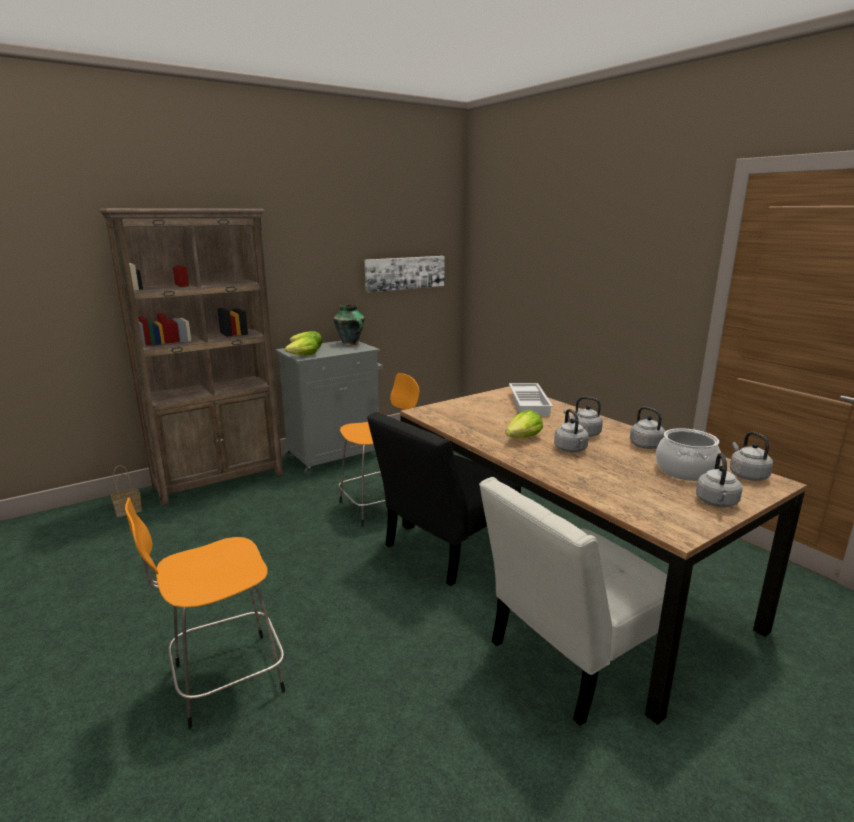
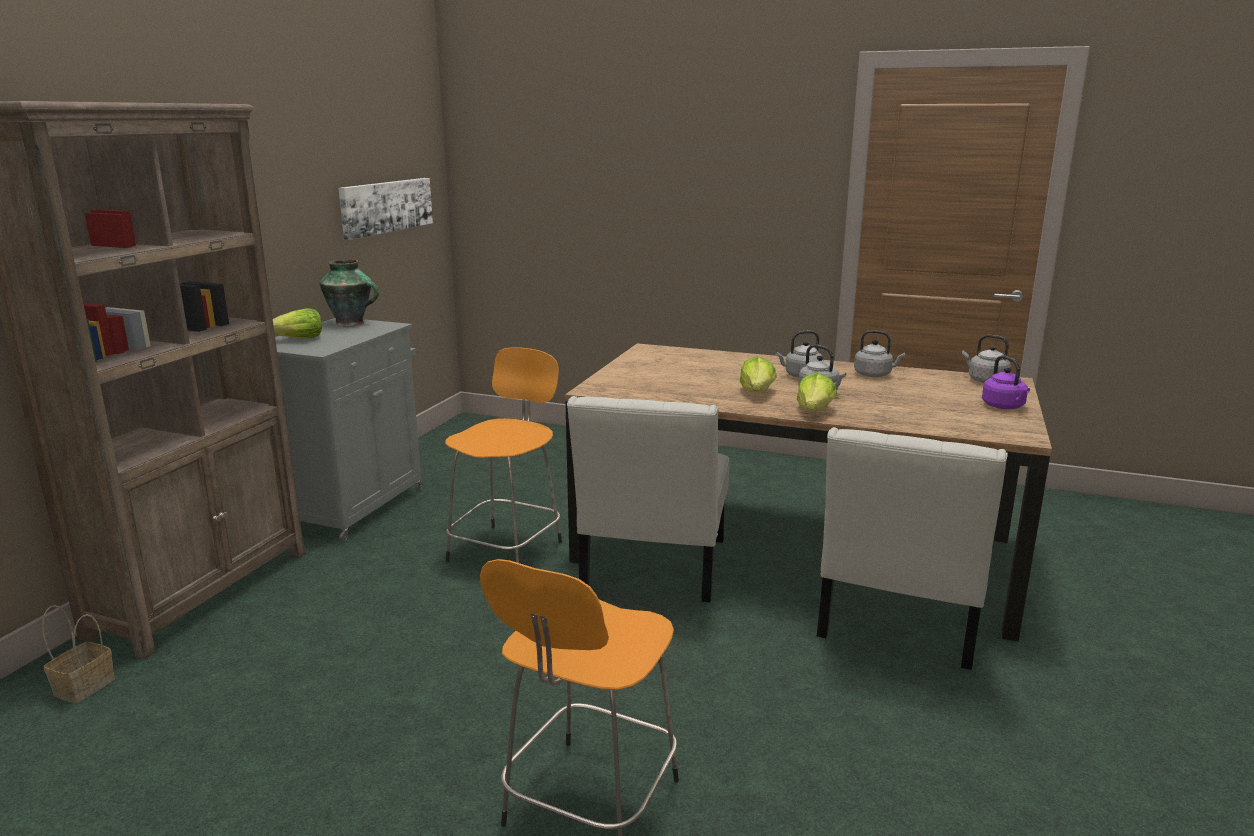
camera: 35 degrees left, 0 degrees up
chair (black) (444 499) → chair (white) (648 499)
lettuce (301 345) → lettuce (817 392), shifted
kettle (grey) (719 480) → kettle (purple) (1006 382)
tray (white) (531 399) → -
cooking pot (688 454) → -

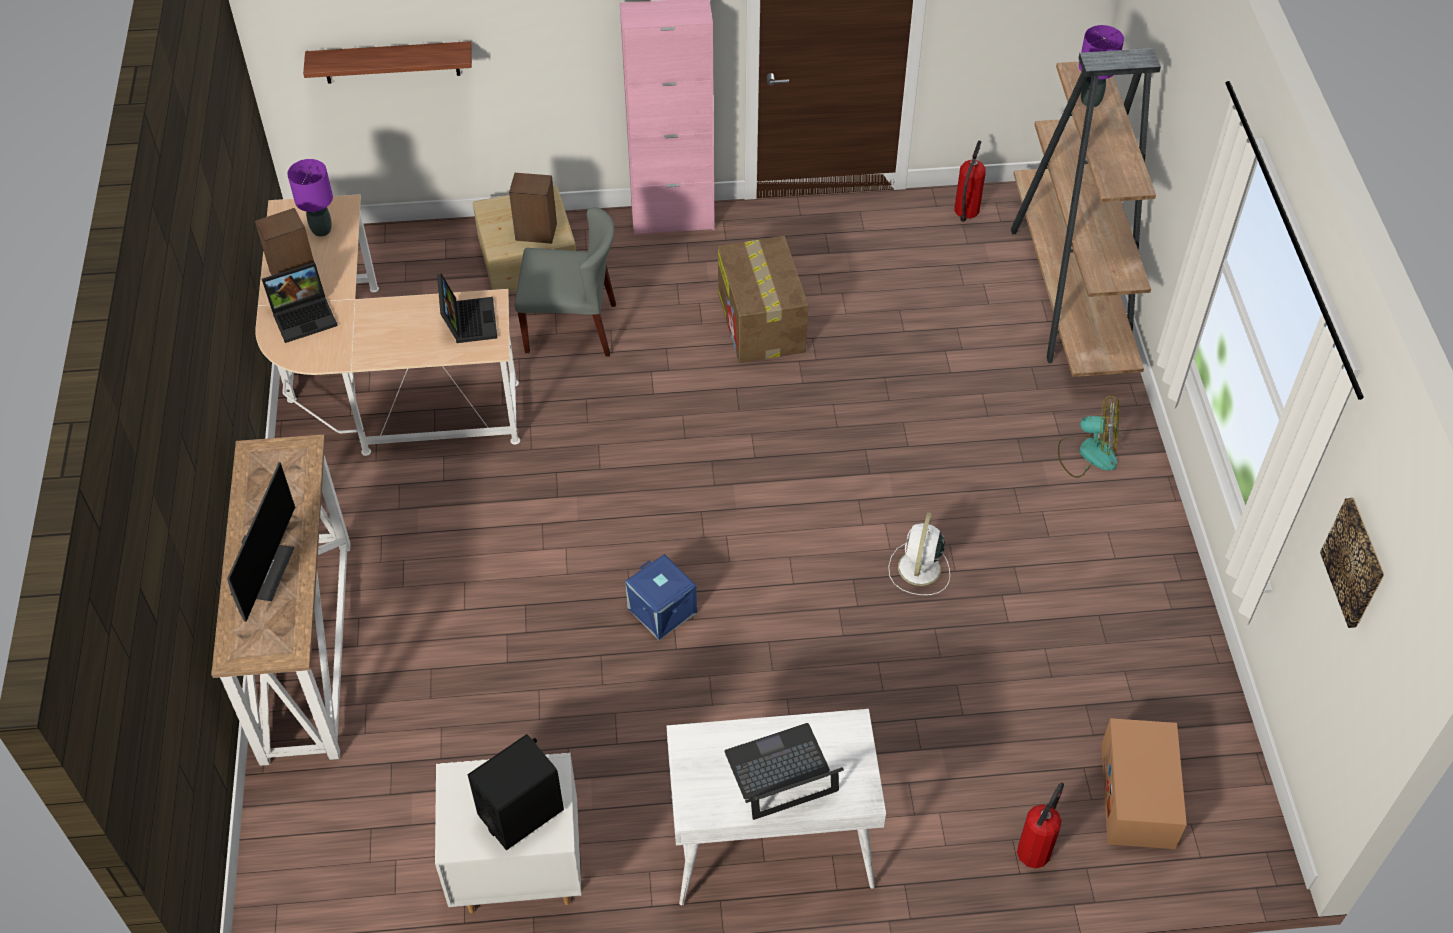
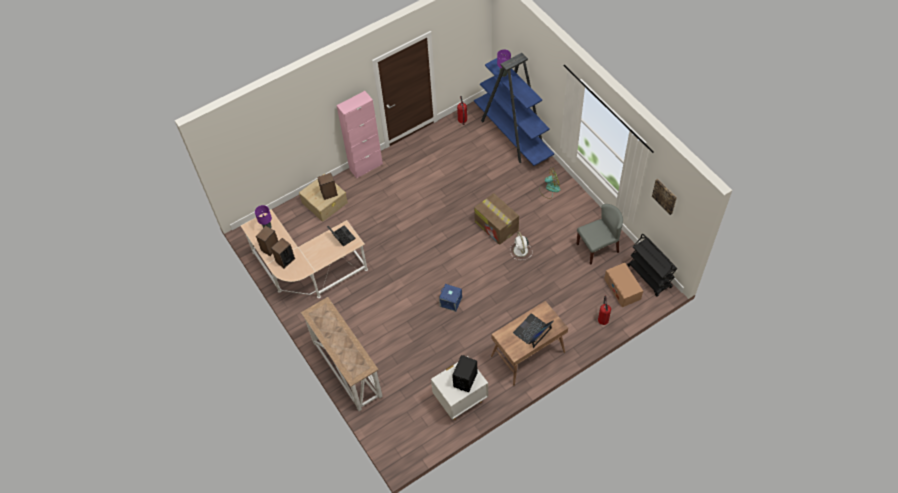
camera: 25 degrees left, 5 degrees up
laptop (300 302) → speaker (283 253)
bookcase (brown) (1086 212) → bookcase (blue) (514 109)
cardboard box (763 299) → cardboard box (496 219), shifted
desk (white) (776 807) → desk (brown) (529 343)
chair (grey) (565 282) → chair (grey) (600 234), shifted
- → cart (black) (652 265)
monitor (261 542) → -
shelf (387 62) → -

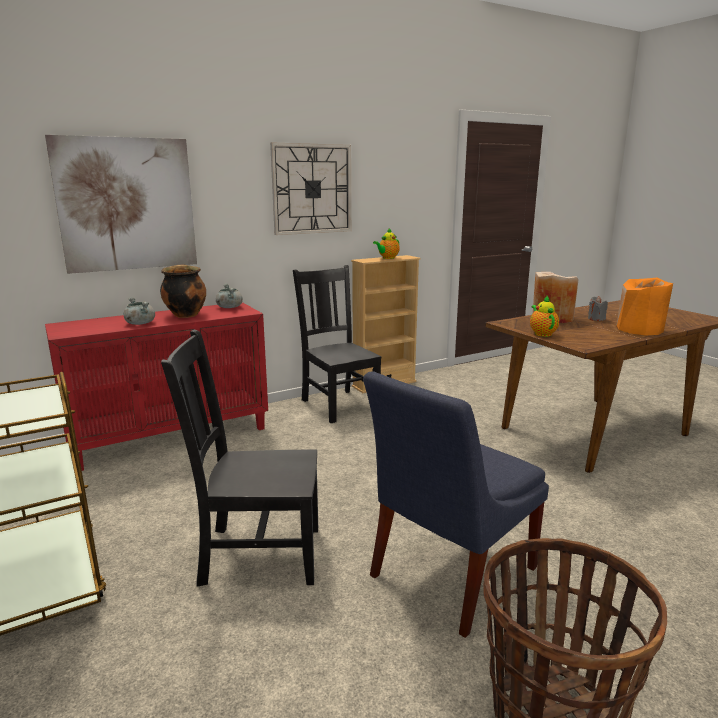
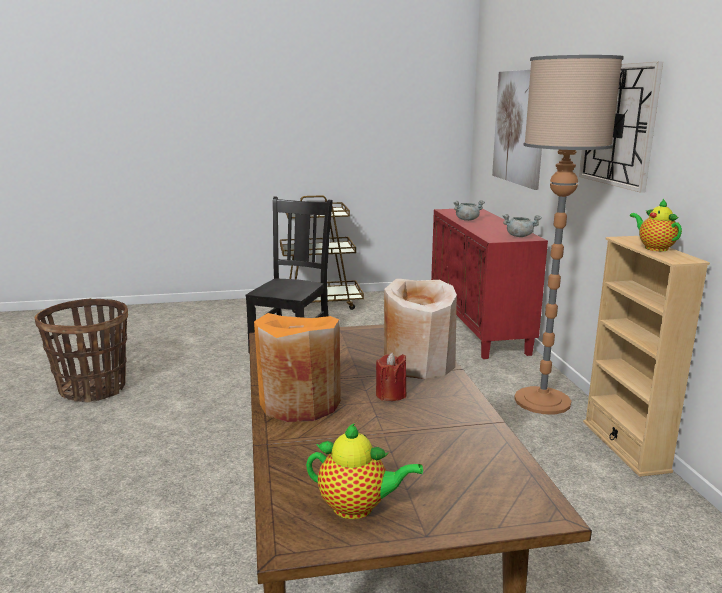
camera: 110 degrees right, 0 degrees up
teapot (544 316) → teapot (364 471), shifted
candle (grey) (598 308) → candle (red) (391 376)
chair (black) (337 344) → floor lamp (569 234)
cooking pot (183 291) → -
chair (blue) (456 505) → -

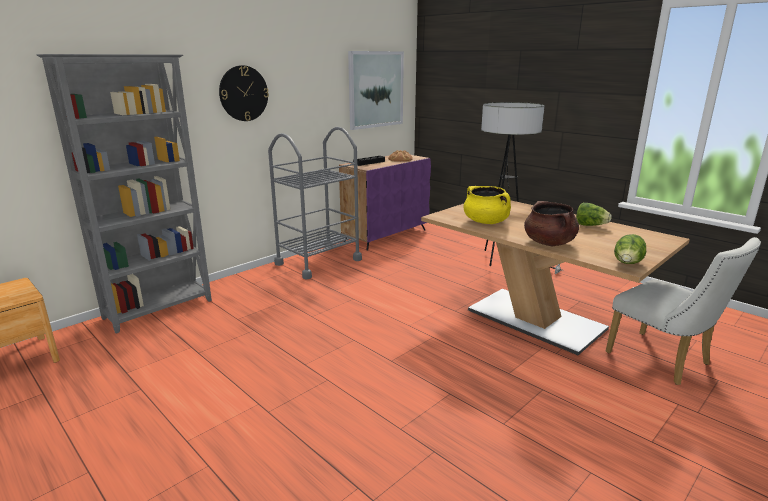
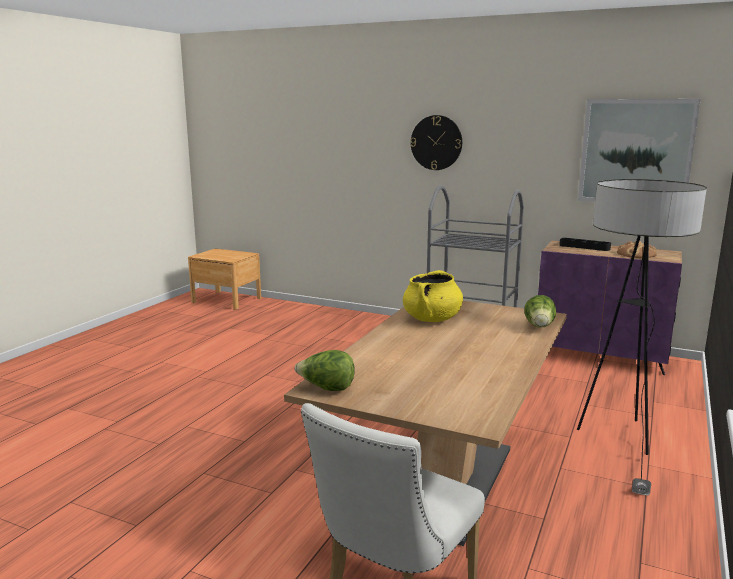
camera: 70 degrees right, 5 degrees down
lettuce (594 214) → lettuce (540 311), shifted
bookcase (grey) (124 194) → -
cooking pot (brown) (551 223) → -

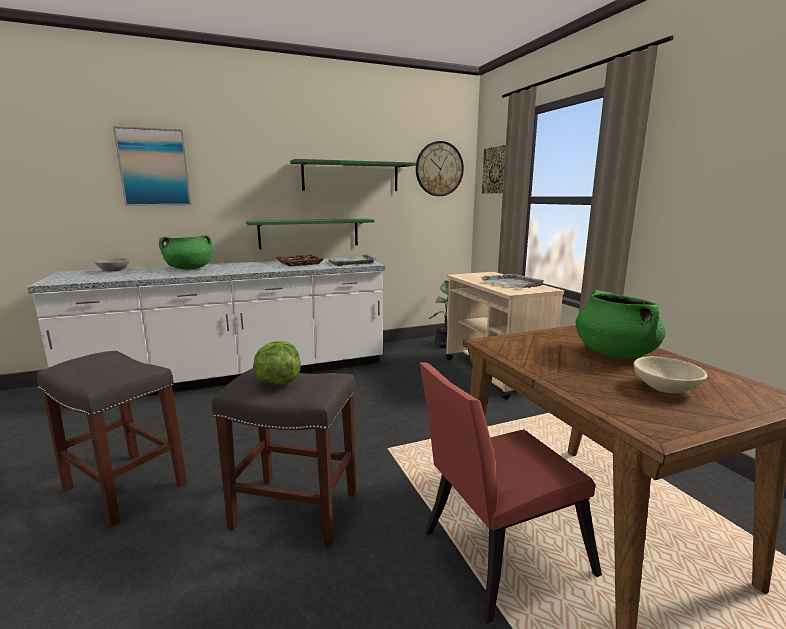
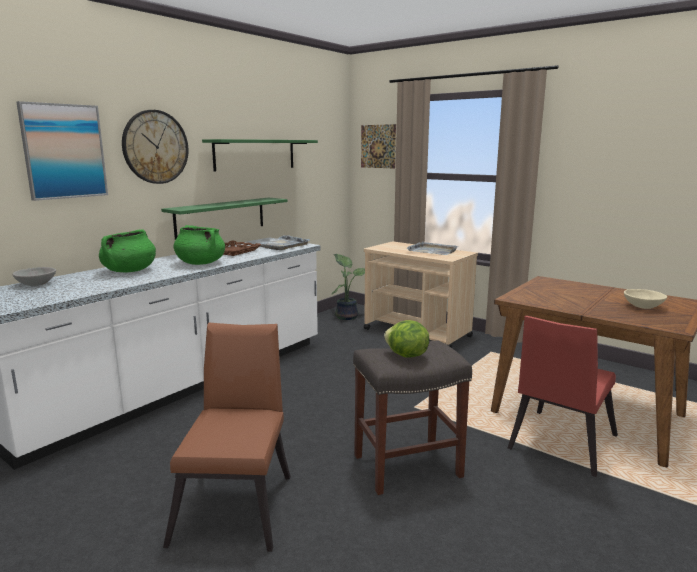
camera: 30 degrees left, 0 degrees up
wall clock (440 168) → wall clock (155 147), shifted
stool (grey) (112 439) → chair (brown) (227 437)
cooking pot (green) (620 324) → cooking pot (green) (199 245), shifted

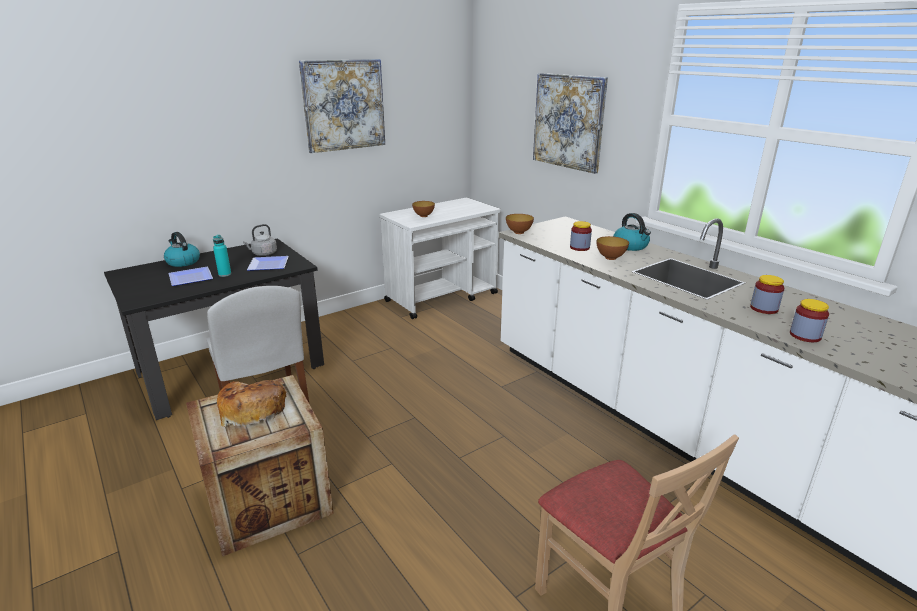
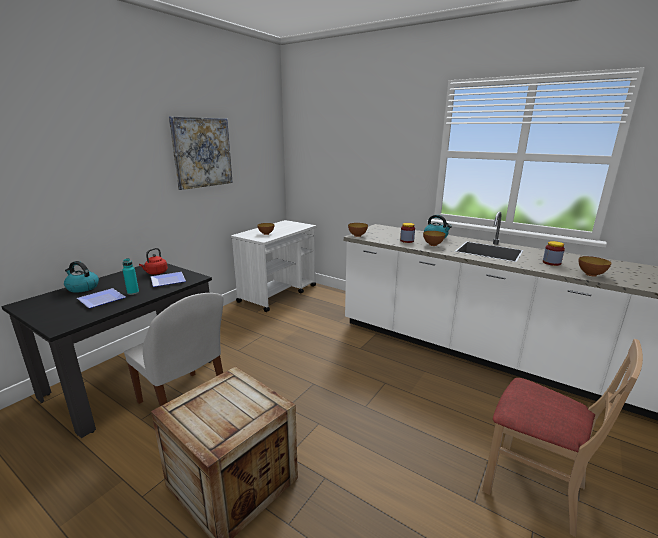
camera: 20 degrees left, 5 degrees down
kettle (grey) (260 240) → kettle (red) (153 261)
jar (809 320) → bowl (595 266)
bread (252 403) → -
picture (570 123) → -

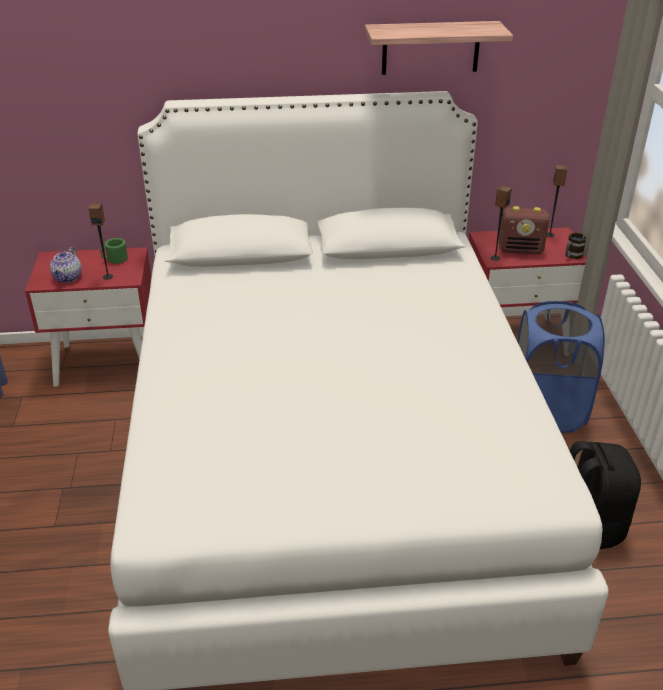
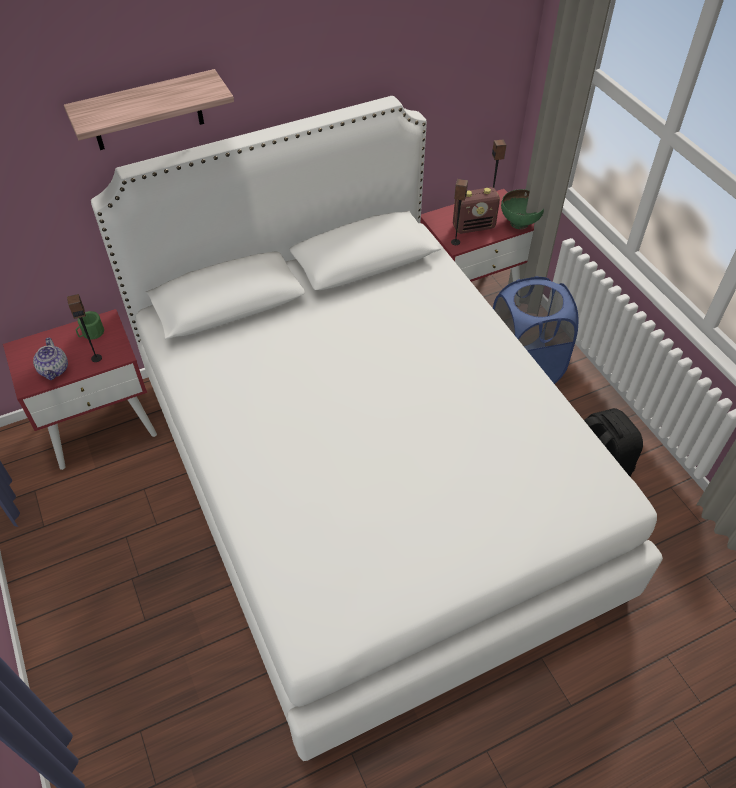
camera: 20 degrees left, 15 degrees up
shelf (439 48) → shelf (149 109), shifted
mug (576 245) → bowl (green) (522 209)

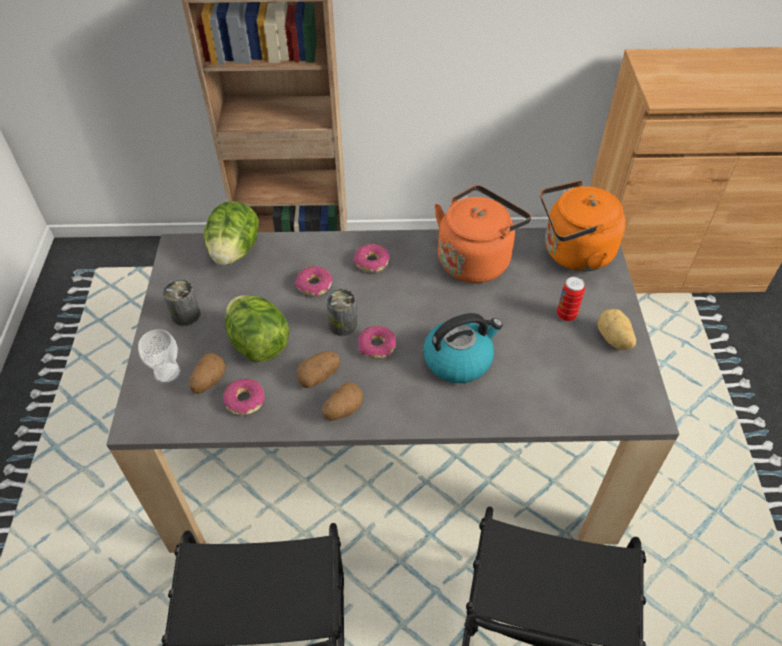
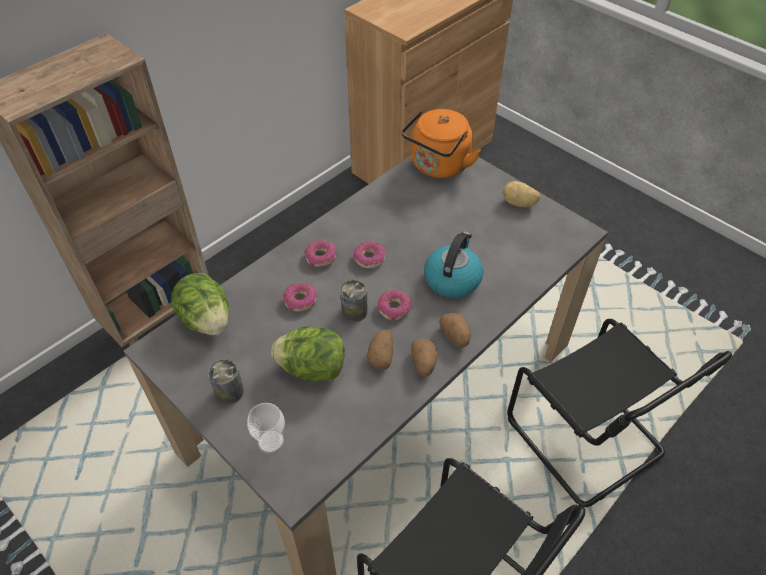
camera: 45 degrees left, 0 degrees up
donut (244 396) → donut (369 255), shifted
potato (207 373) → potato (455 330), shifted
kettle (orange) (483 234) → -
can (571 299) → -

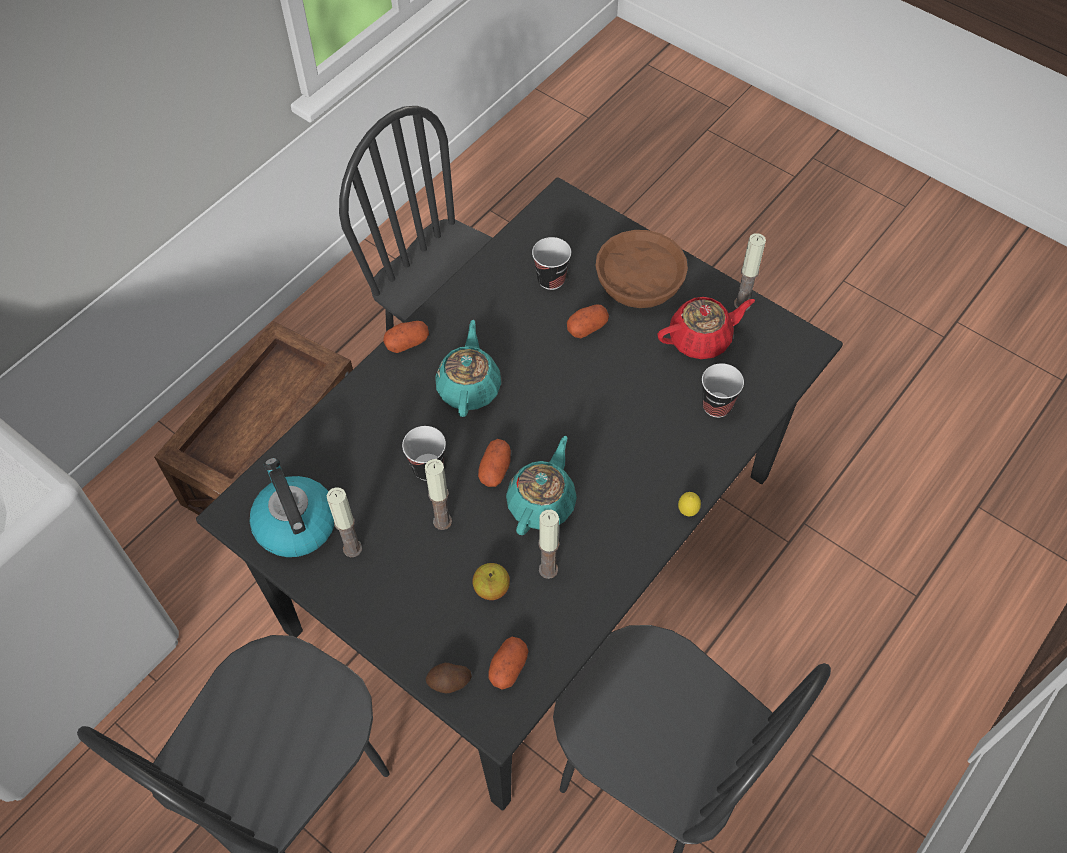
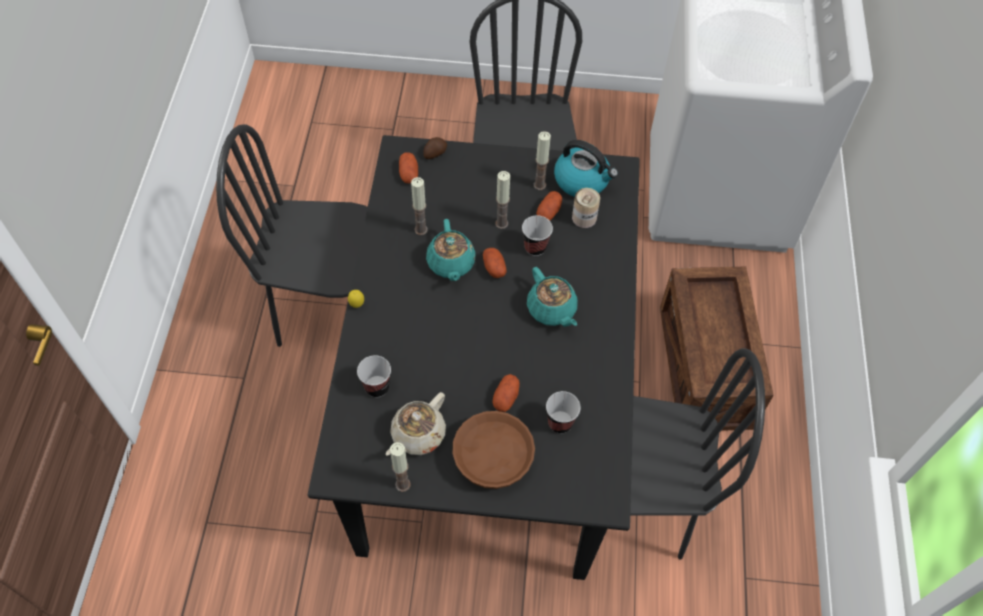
camera: 145 degrees right, 0 degrees up
teapot (red) (706 328) → teapot (beige) (416 423)
potato (406 337) → potato (549 206), shifted
- → can (586 208)
apple (491 581) → -

